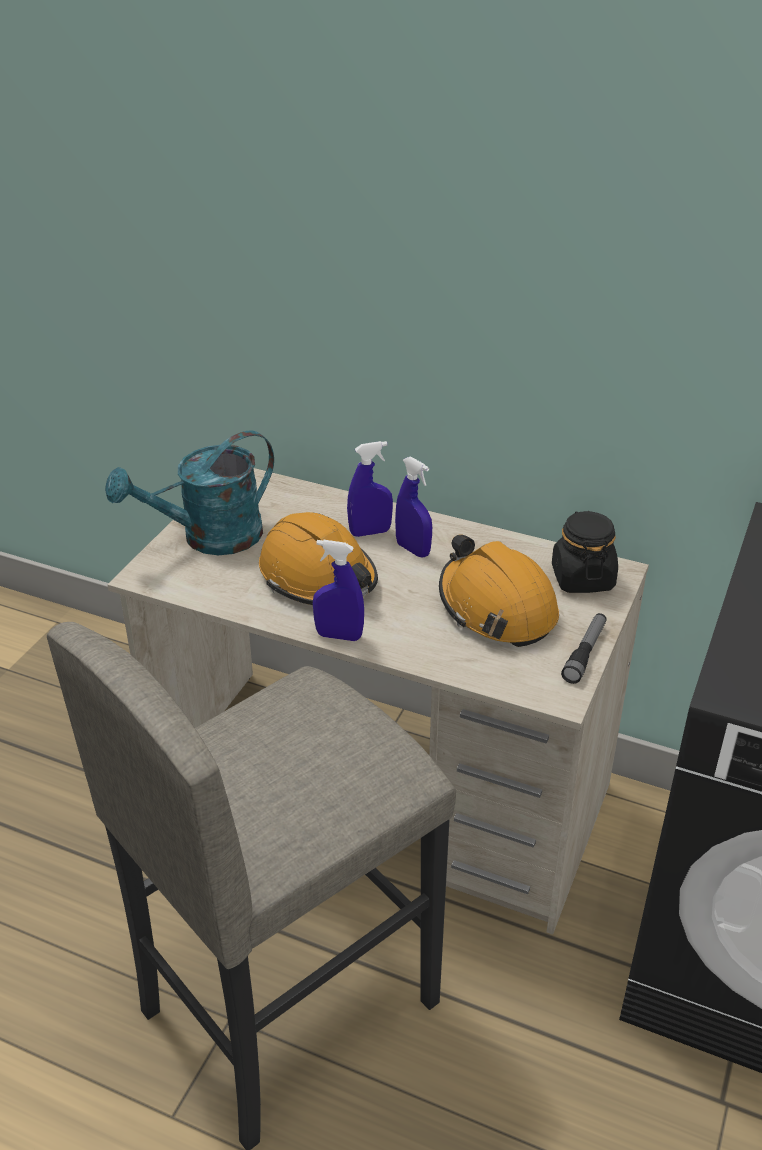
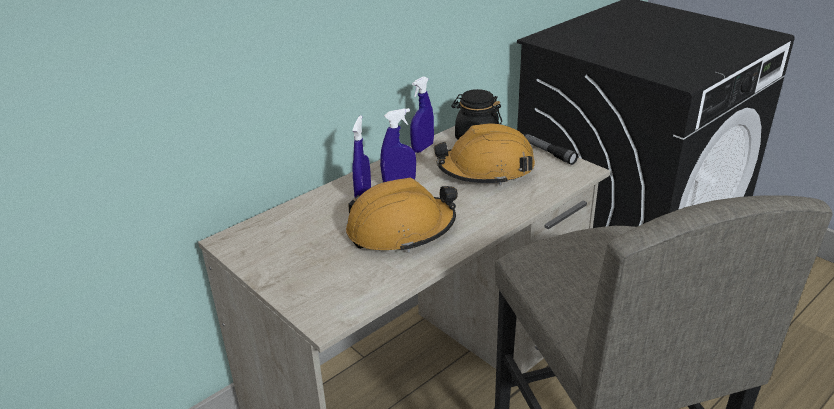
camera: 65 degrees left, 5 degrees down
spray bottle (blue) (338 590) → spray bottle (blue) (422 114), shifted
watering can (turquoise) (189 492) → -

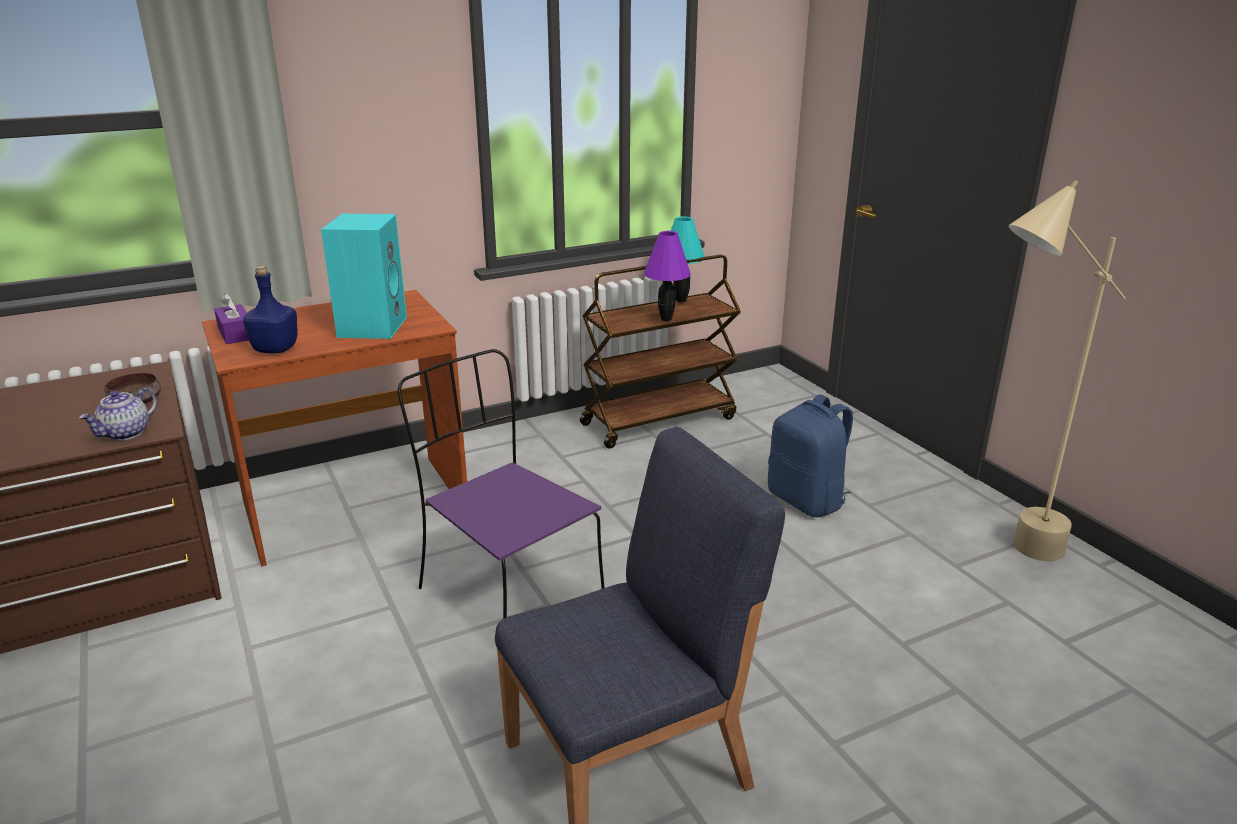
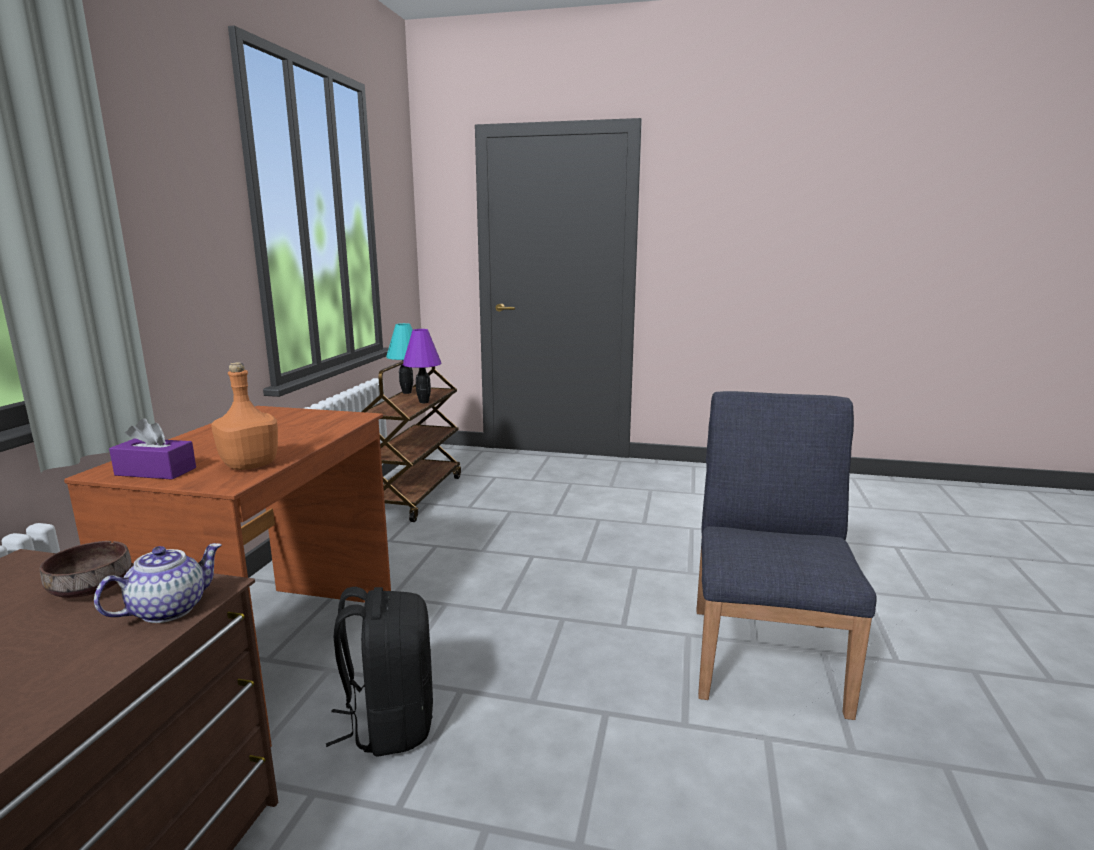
camera: 50 degrees left, 10 degrees down
teapot (118 414) → teapot (158 583), 120 degrees counterclockwise
bottle (blue) (270 309) → bottle (orange) (244 416)
- → backpack (black) (379 672)
speaker (turquoise) (364 276) → -
chair (purple) (501 484) → -
backpack (blue) (810 456) → -
floor lamp (beige) (1067 370) → -

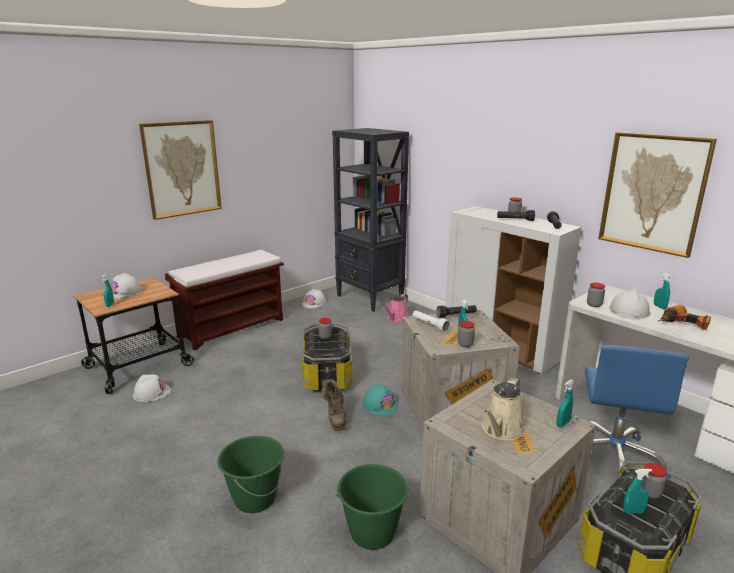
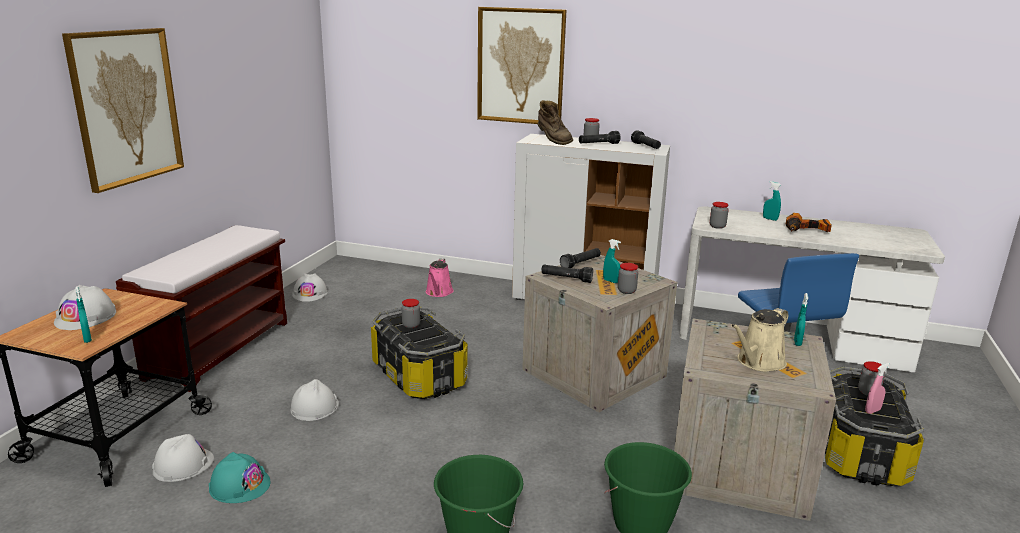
camera: 30 degrees left, 0 degrees up
hard hat (turquoise) (380 399) → hard hat (turquoise) (239 477), shifted
hard hat (white) (630 304) → hard hat (white) (315 400), shifted
picture (657 195) → picture (521 65), shifted
boot (brown) (334 405) → boot (brown) (555 122), shifted
flashlight (white) (431 321) → flashlight (black) (567 273)
watering can (beige) (504 409) → watering can (beige) (759 340), 45 degrees clockwise
spray bottle (turquoise) (637 491) → spray bottle (pink) (877 388)
bookcase (black) (370 220) → -

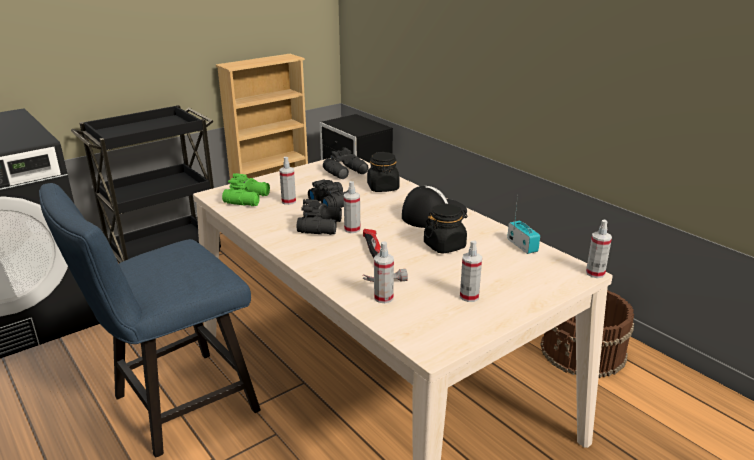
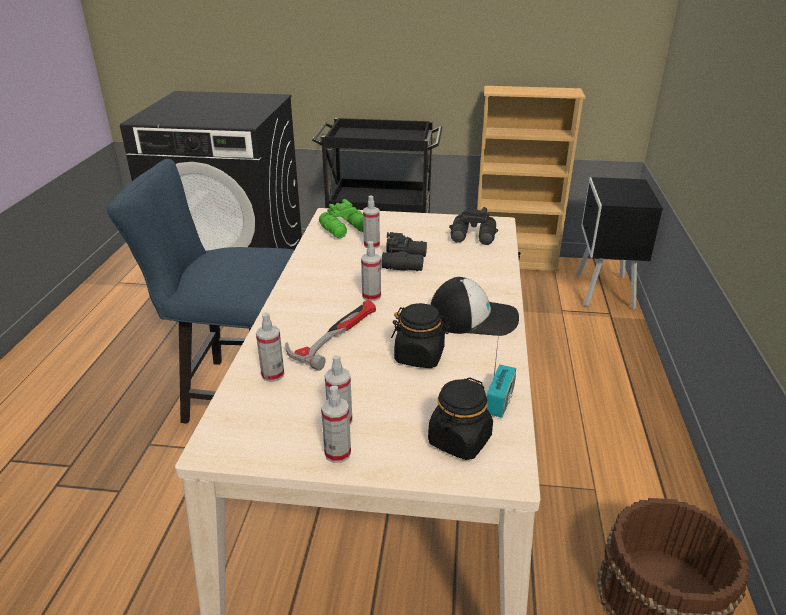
camera: 45 degrees right, 5 degrees up
spray bottle (599 249) → spray bottle (336 424), shifted
jar (black) (383 172) → jar (black) (460 418), shifted
binoculars (black) (319 217) → -

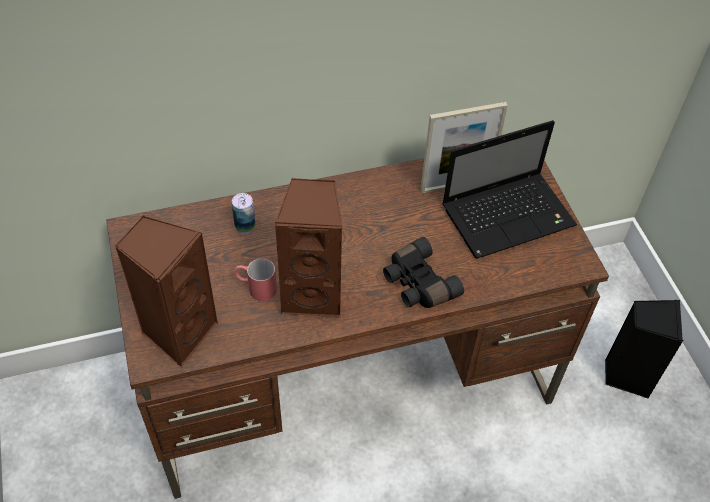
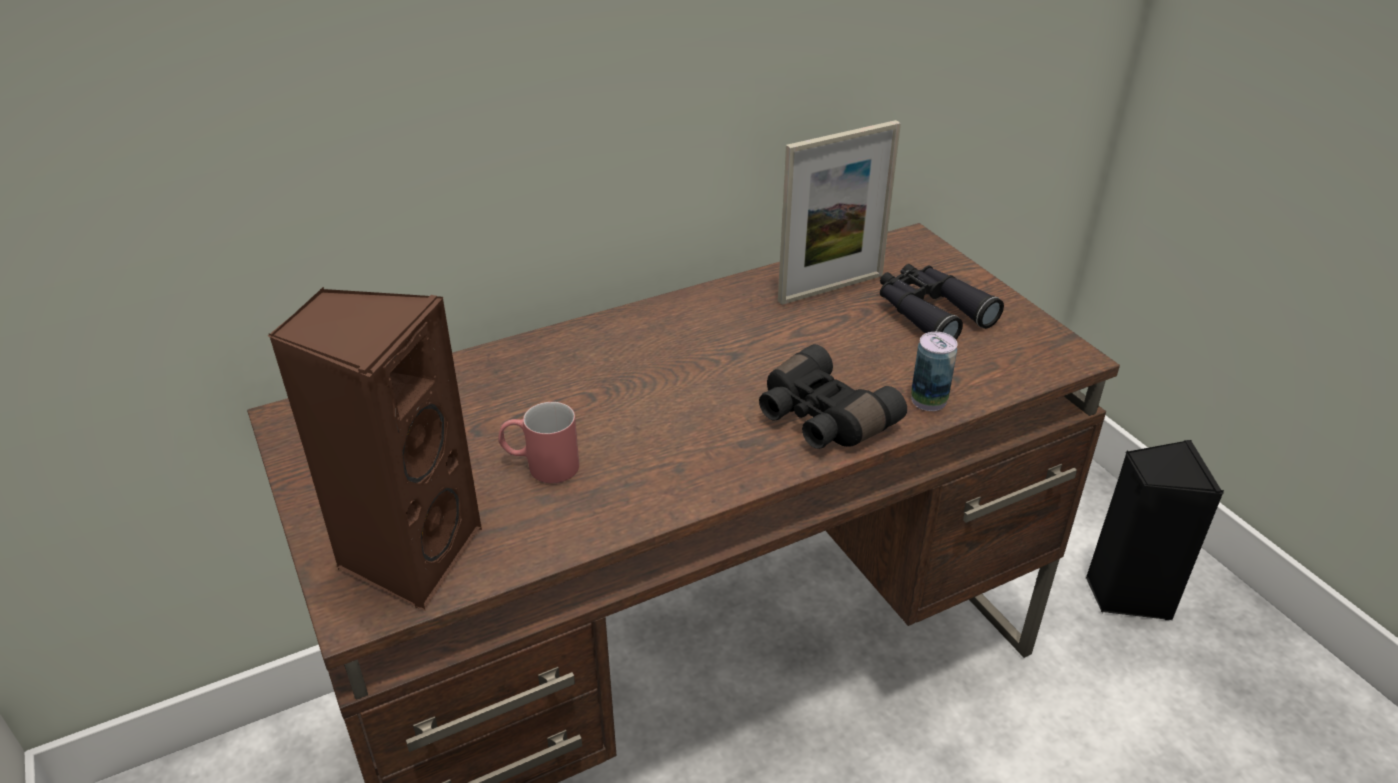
camera: 10 degrees left, 15 degrees down
laptop (509 189) → binoculars (black) (942 302)
can (244 213) → can (934 371), shifted
speaker (brown) (308 247) → -

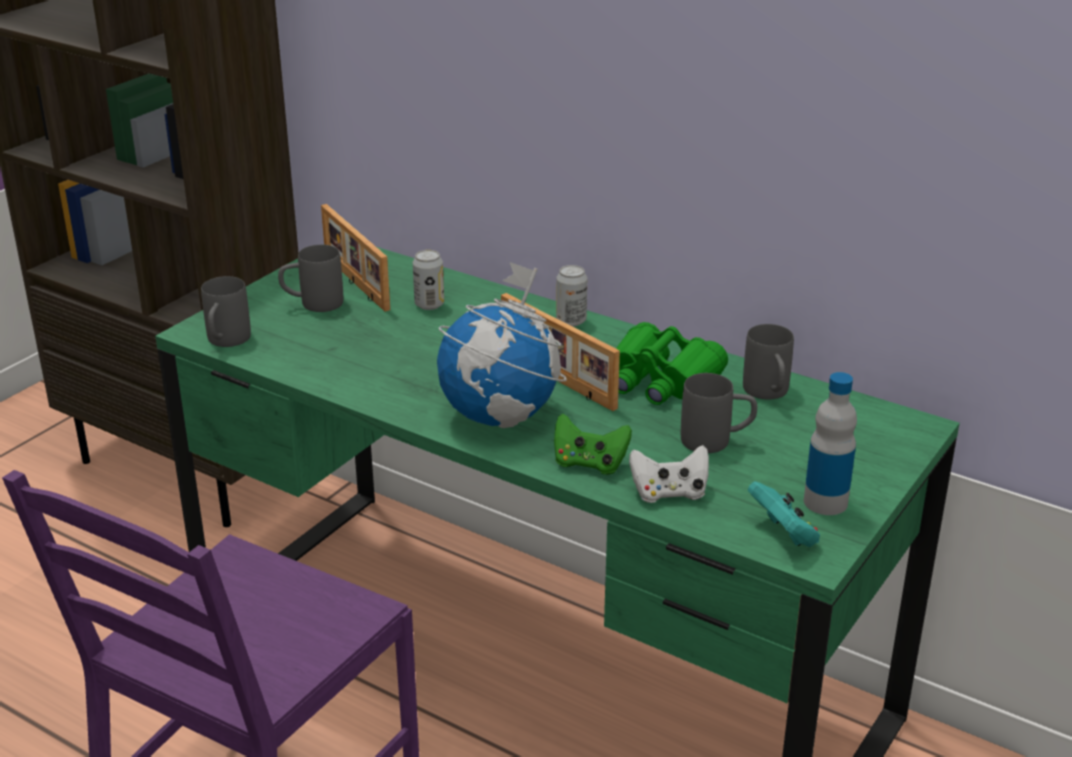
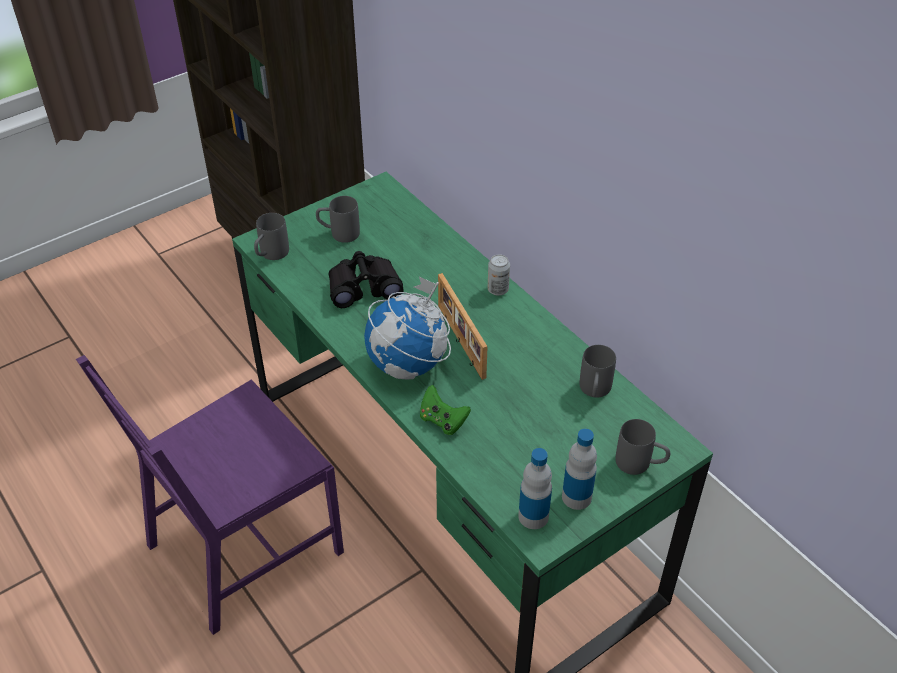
camera: 20 degrees right, 15 degrees up
- → binoculars (black) (366 279)
game controller (turquoise) (784 514) → bottle (535 488)
mug (grey) (719 413) → mug (grey) (643 447), shifted
picture frame (355 258) → -
can (428 280) → -
binoculars (green) (672 363) → -
game controller (white) (669 474) → -

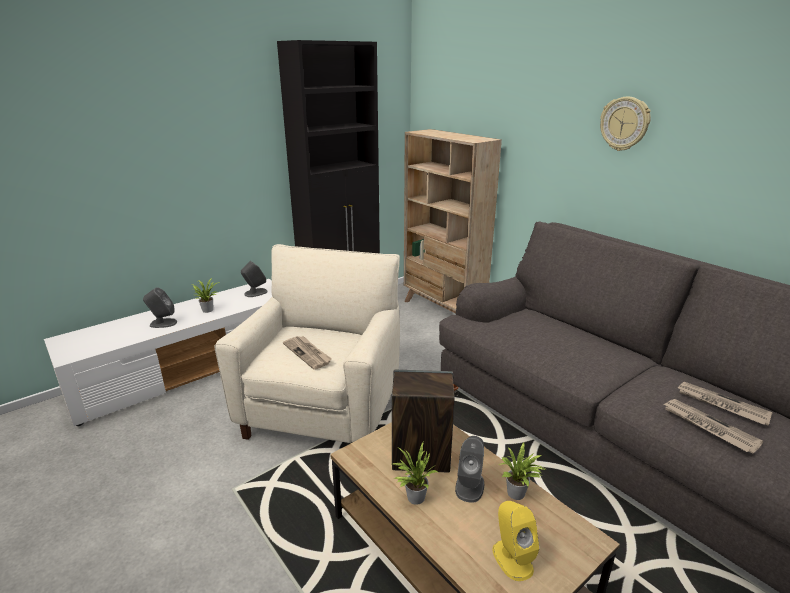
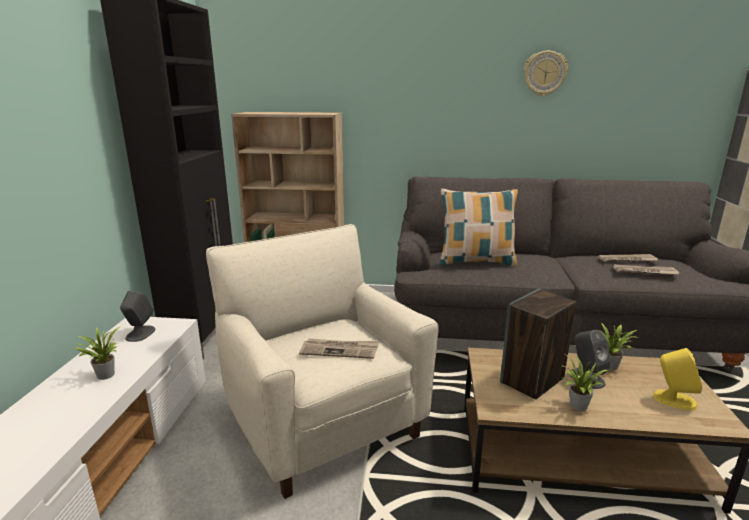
camera: 45 degrees left, 5 degrees down
- → pillow (479 227)
wall clock (625 124) → wall clock (546 73), shifted
speaker (grey) (160 308) → -

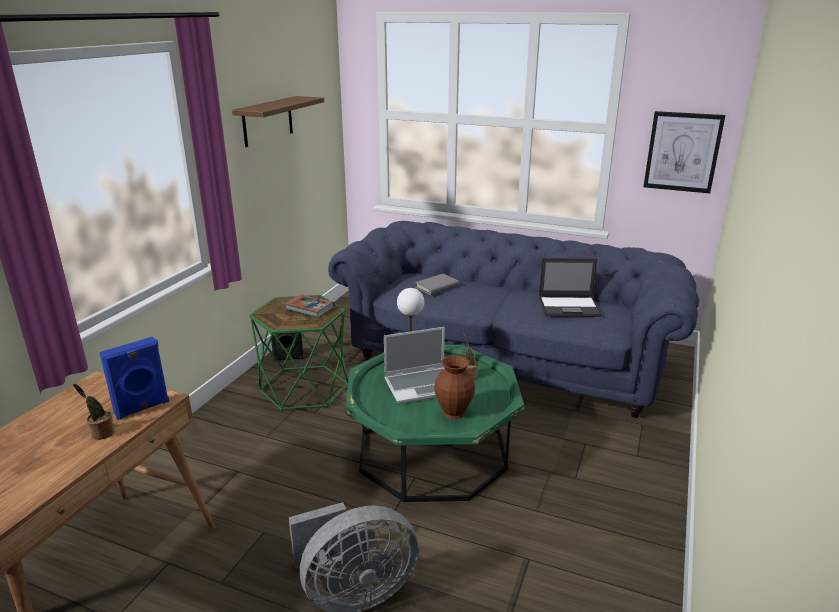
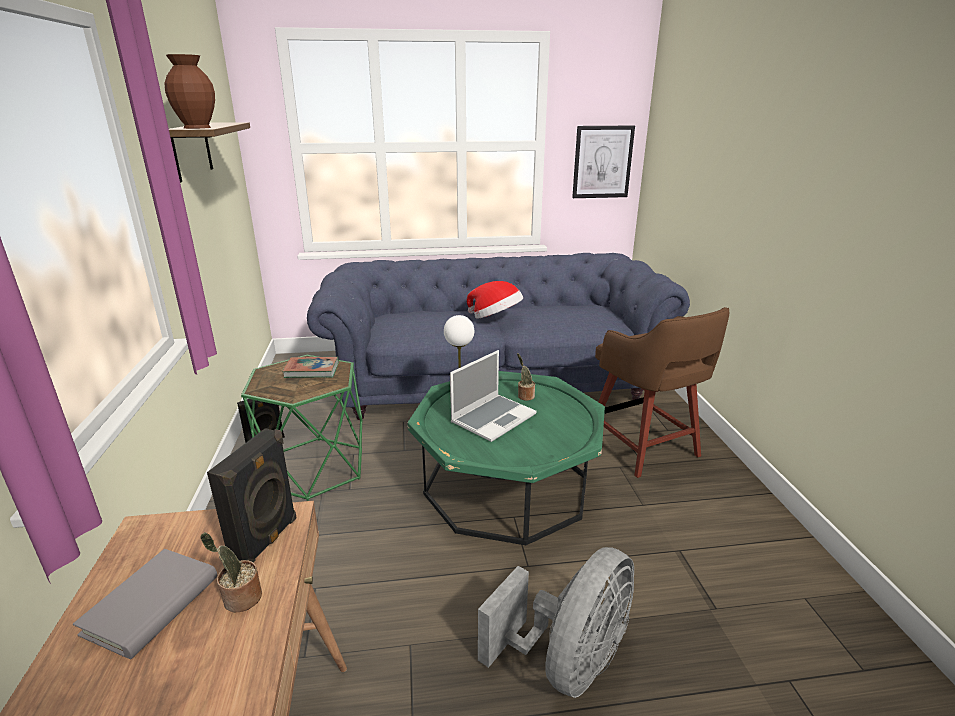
camera: 30 degrees left, 0 degrees up
book (grey) (437 284) → book (grey) (145 604), shifted
vase (brown) (454 387) → vase (brown) (189 91), shifted
speaker (blue) (134 378) → speaker (black) (251 495)
- → hat (495 300)
- → stool (brown) (662 392)
laptop (570 287) → -

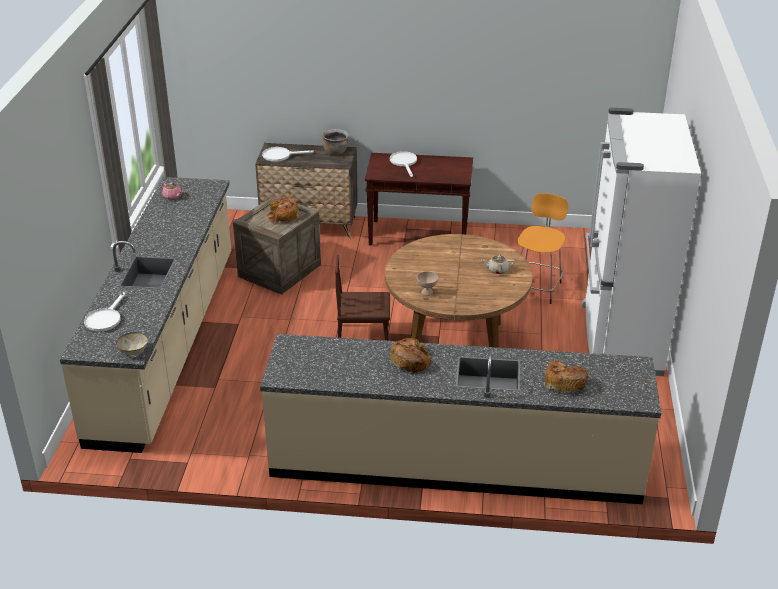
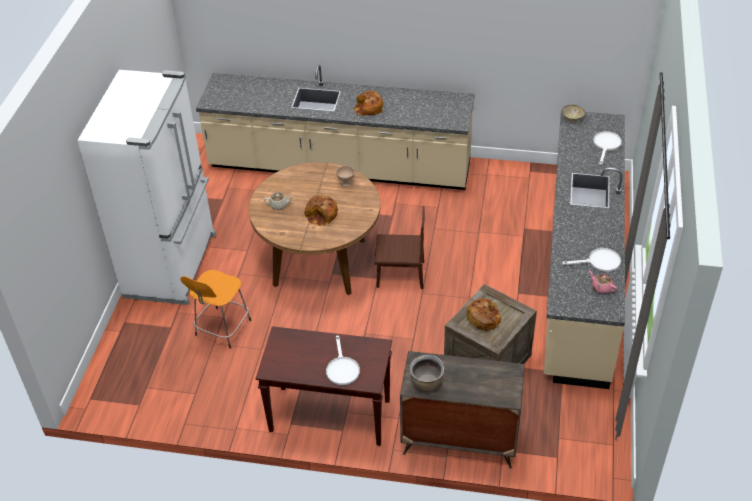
camera: 175 degrees left, 10 degrees up
bread (566 377) → bread (321 210), shifted
frying pan (white) (288 154) → frying pan (white) (591 260), shifted

